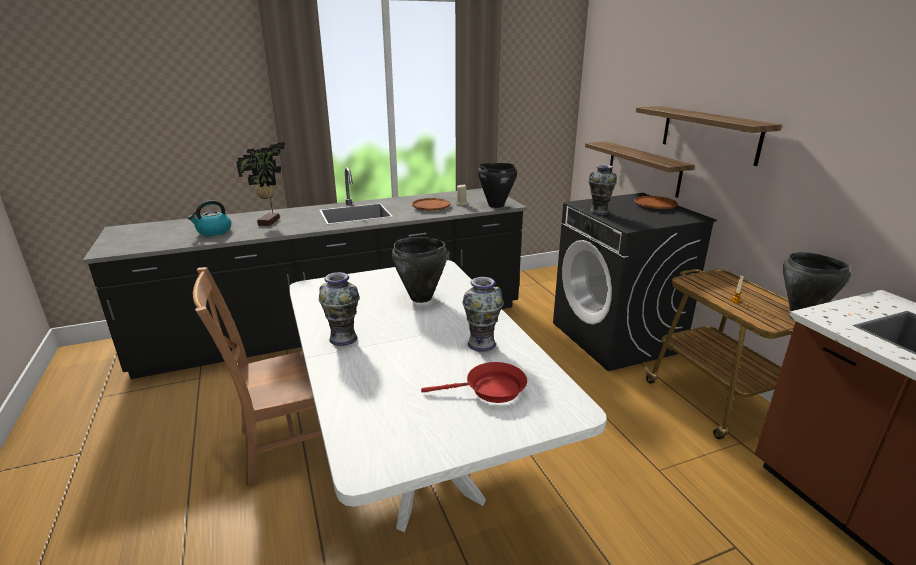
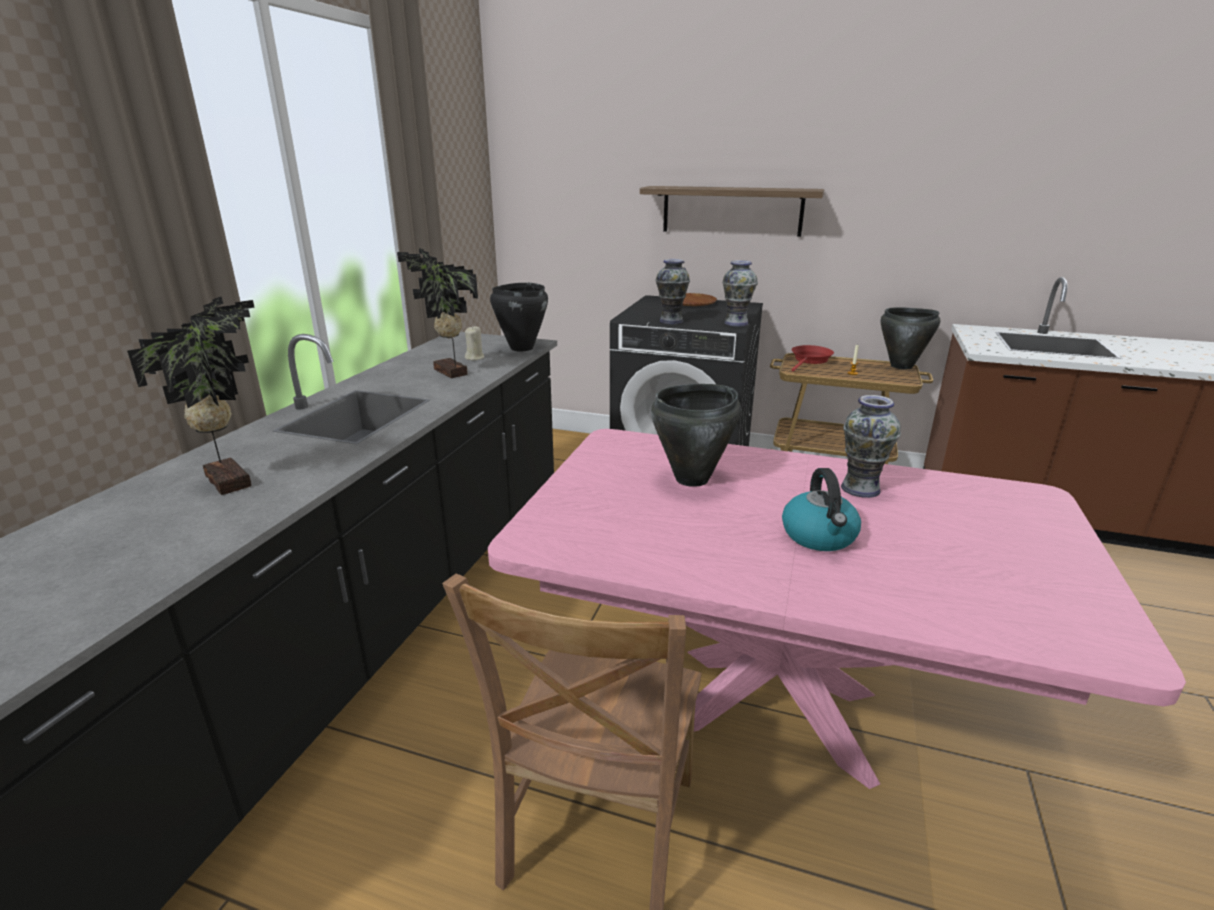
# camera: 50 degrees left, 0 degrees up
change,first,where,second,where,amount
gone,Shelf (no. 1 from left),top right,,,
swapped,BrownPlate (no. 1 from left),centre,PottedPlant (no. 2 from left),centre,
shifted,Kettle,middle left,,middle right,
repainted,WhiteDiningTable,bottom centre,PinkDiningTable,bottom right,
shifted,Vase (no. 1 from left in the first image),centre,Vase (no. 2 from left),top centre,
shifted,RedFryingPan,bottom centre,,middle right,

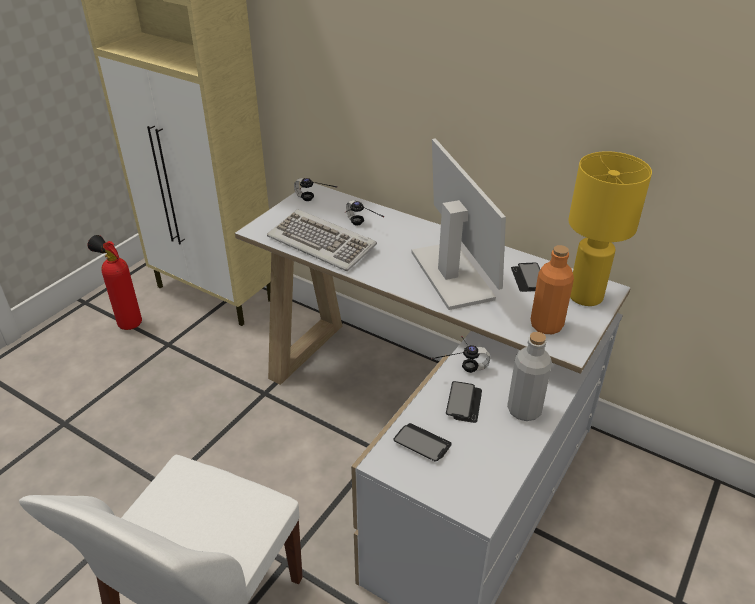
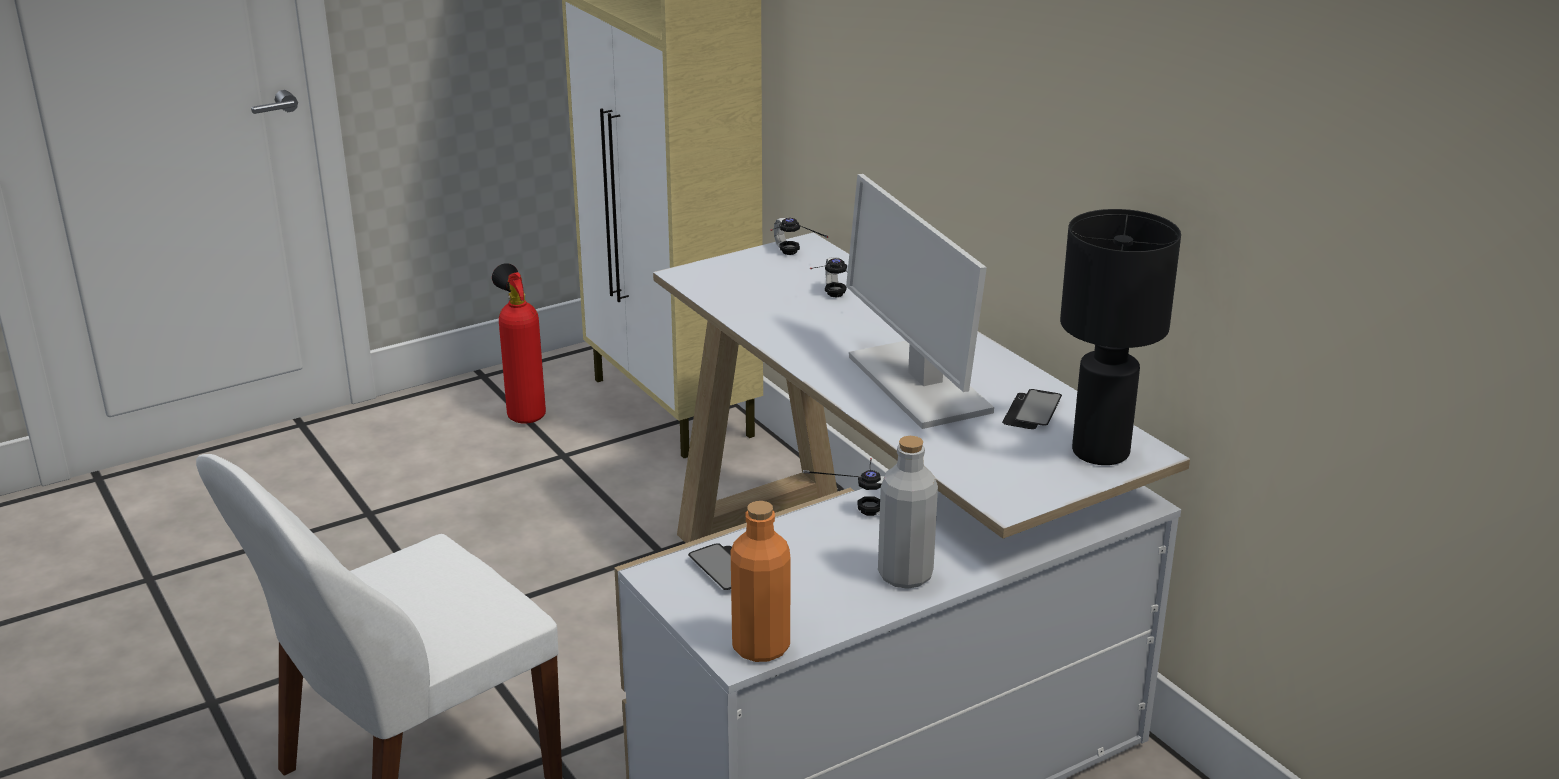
# camera: 25 degrees right, 10 degrees down
change,first,where,second,where,amount
rotated,Monitor,centre,,centre,150 degrees clockwise
repainted,YellowTableLamp,middle right,BlackTableLamp,middle right,
gone,Keyboard,centre,,,
shifted,OrangeBottle,middle right,,bottom centre,
gone,Phone (no. 2 from left),centre,,,

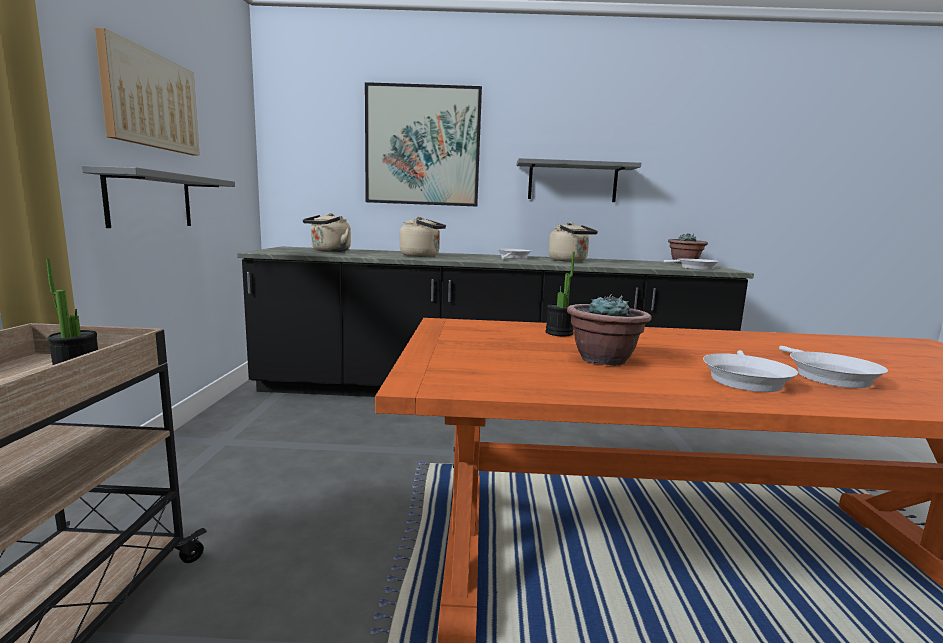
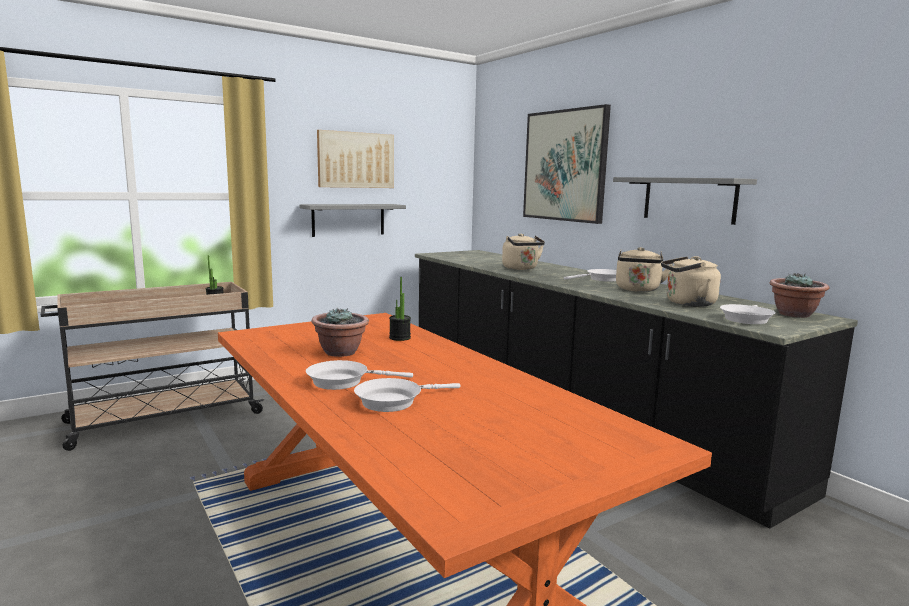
# camera: 55 degrees right, 0 degrees up
change,first,where,second,where,amount
shifted,BeigeKettle (no. 1 from left in the first image),centre,BeigeKettle (no. 3 from left),middle right,

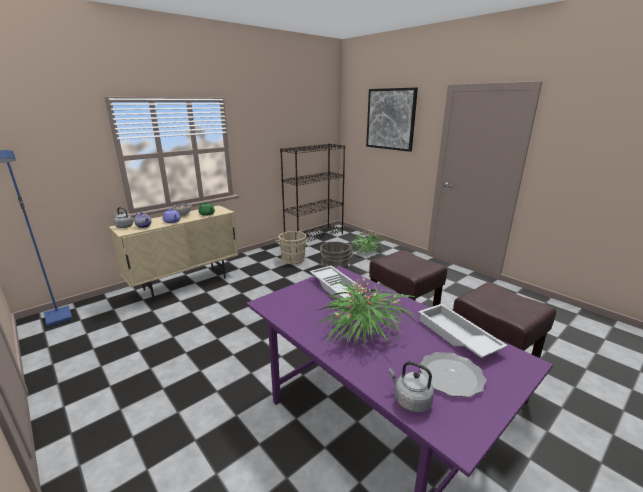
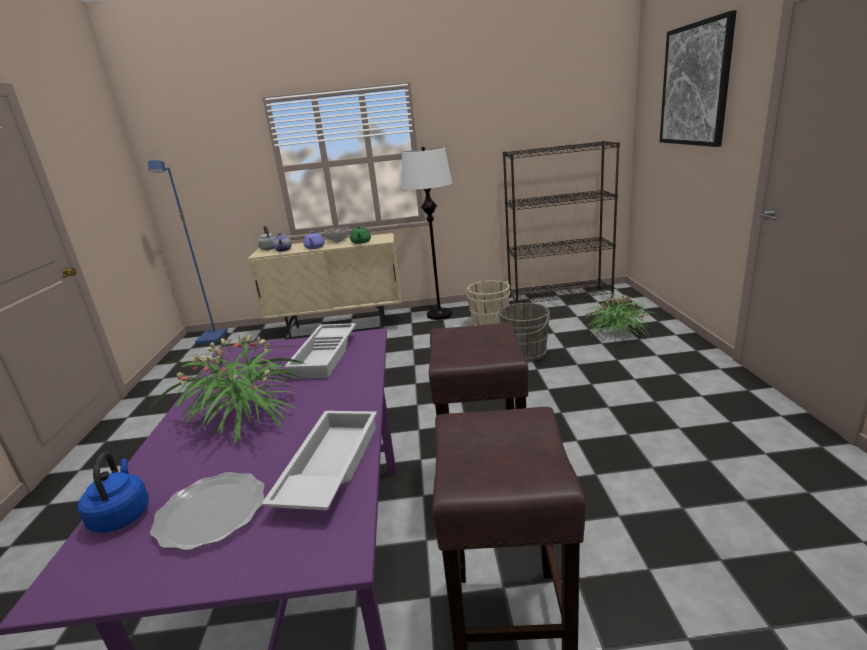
# camera: 40 degrees right, 0 degrees up
change,first,where,second,where,amount
repainted,GreyKettle (no. 2 from left),bottom centre,BlueKettle,bottom left,
new,,,WhiteFloorLamp,centre,

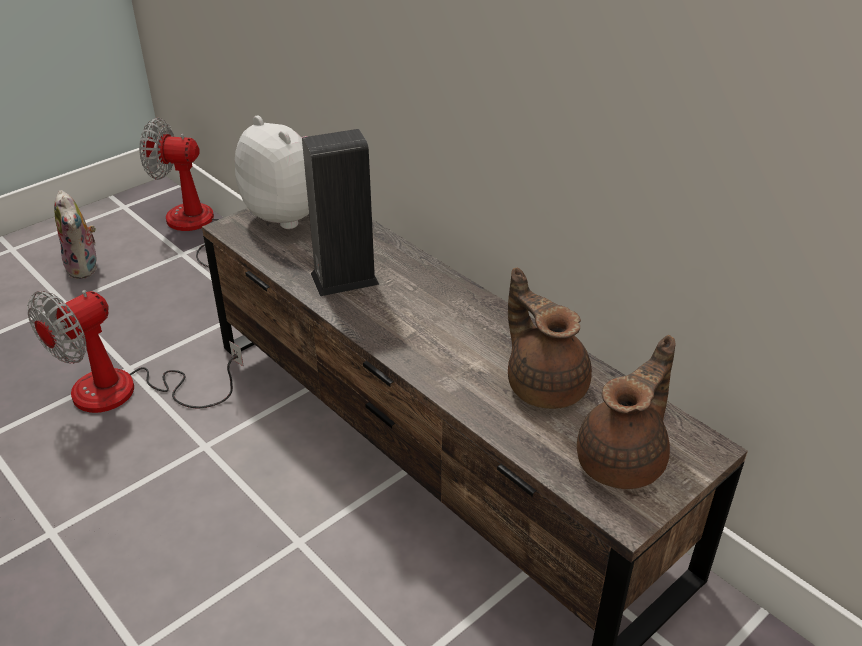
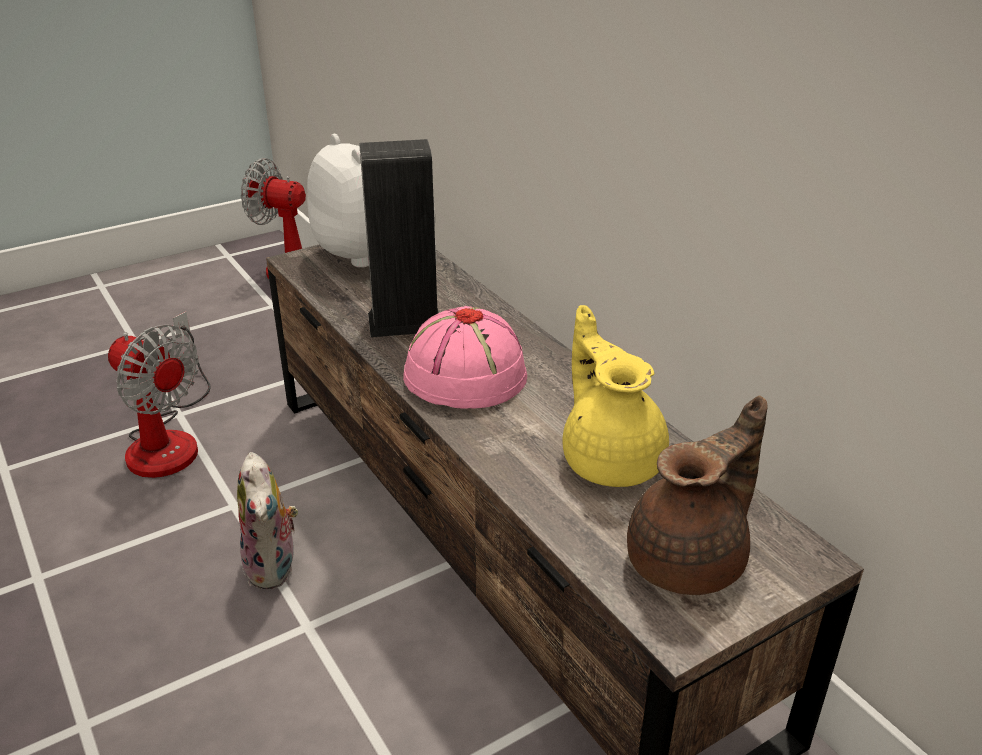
# camera: 10 degrees right, 5 degrees down
change,first,where,second,where,amount
shifted,PlushToy (no. 1 from left),middle left,,bottom left,
repainted,BrownTeapot (no. 1 from left),centre,YellowTeapot,centre,
rotated,Fan (no. 1 from left),middle left,,middle left,105 degrees counterclockwise
new,,,PinkHat,centre,

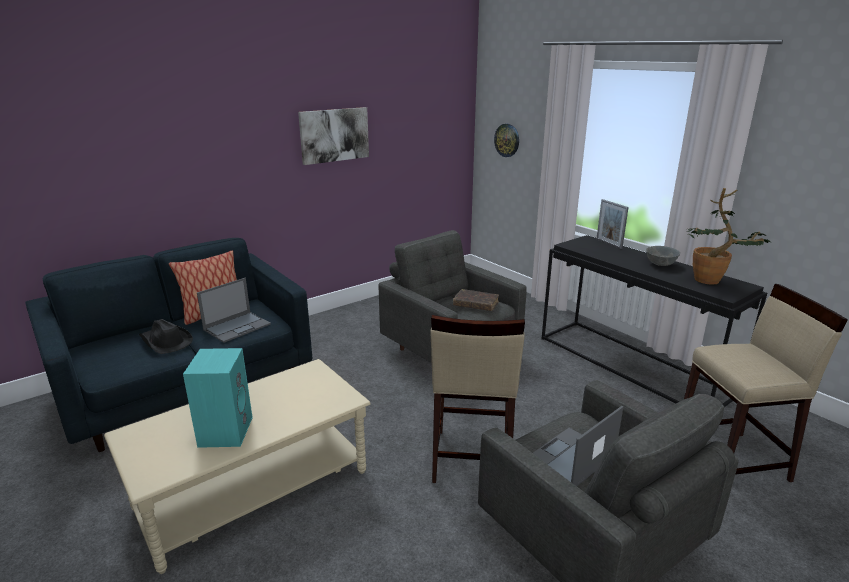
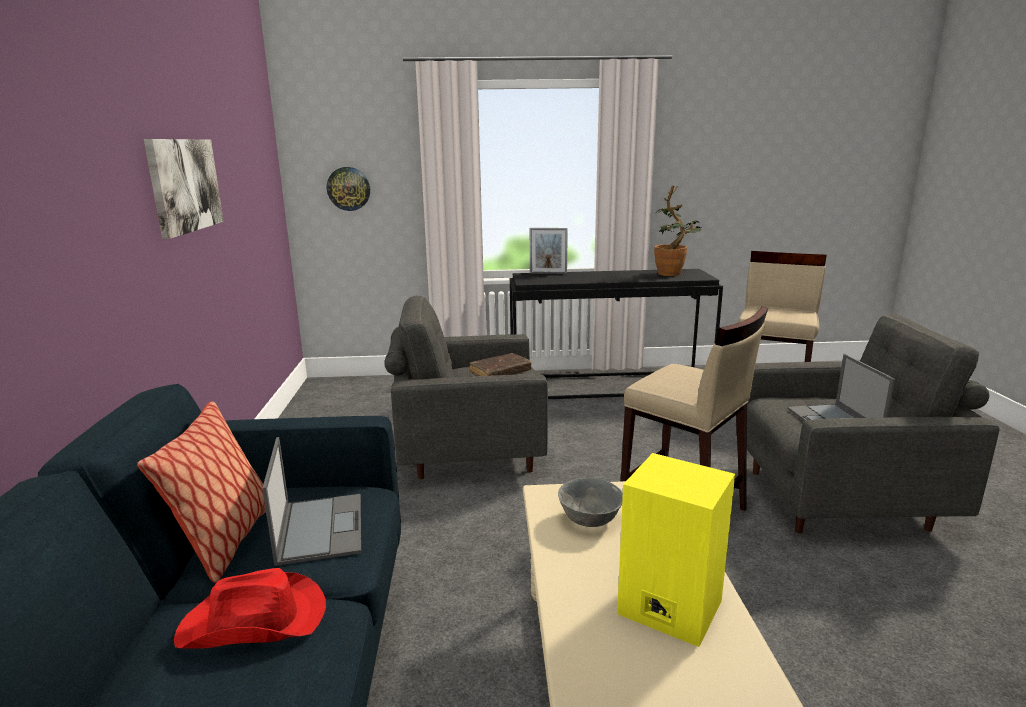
# camera: 55 degrees left, 5 degrees down
change,first,where,second,where,amount
shifted,GreyBowl,middle right,,bottom centre,
repainted,BlackHat,middle left,RedHat,bottom left,
repainted,TurquoiseSpeaker,bottom left,YellowSpeaker,bottom centre,

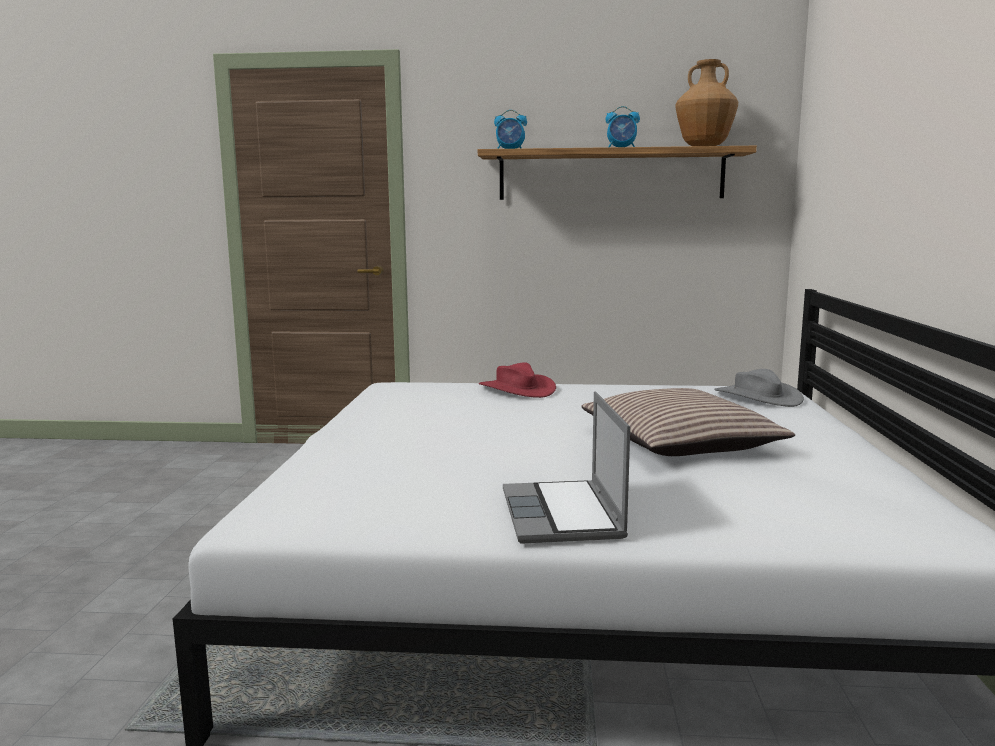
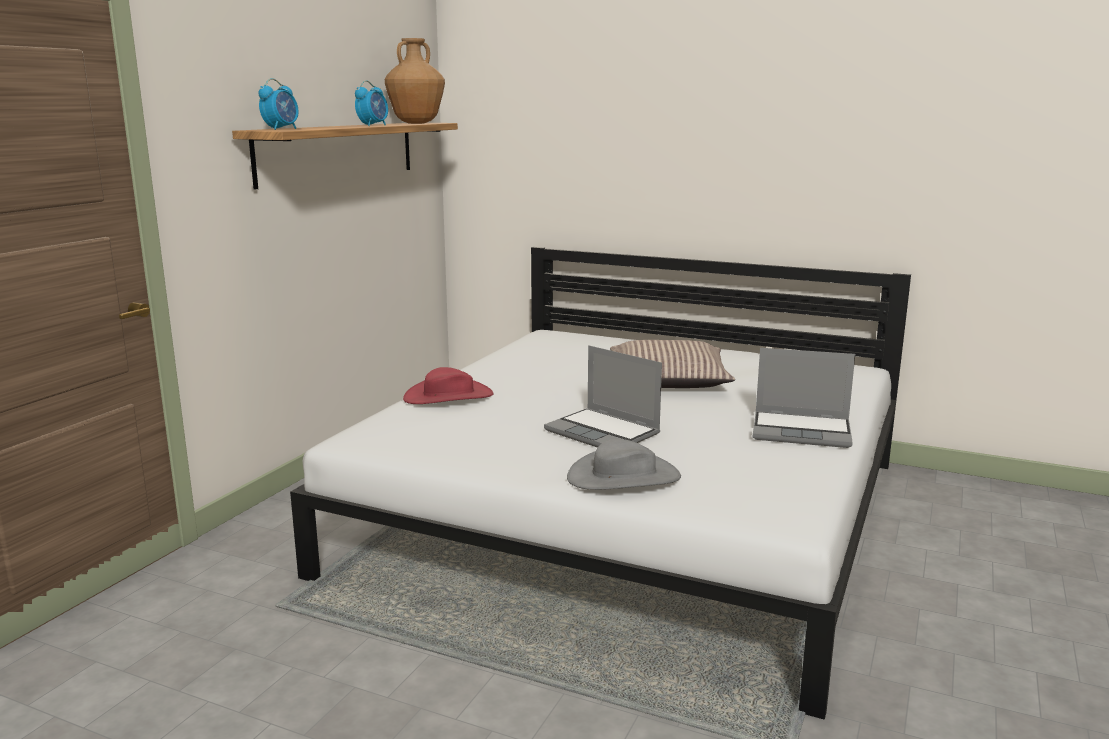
# camera: 70 degrees left, 5 degrees up
change,first,where,second,where,amount
shifted,GreyHat,middle right,,centre,
new,,,Laptop (no. 1 from left),centre,

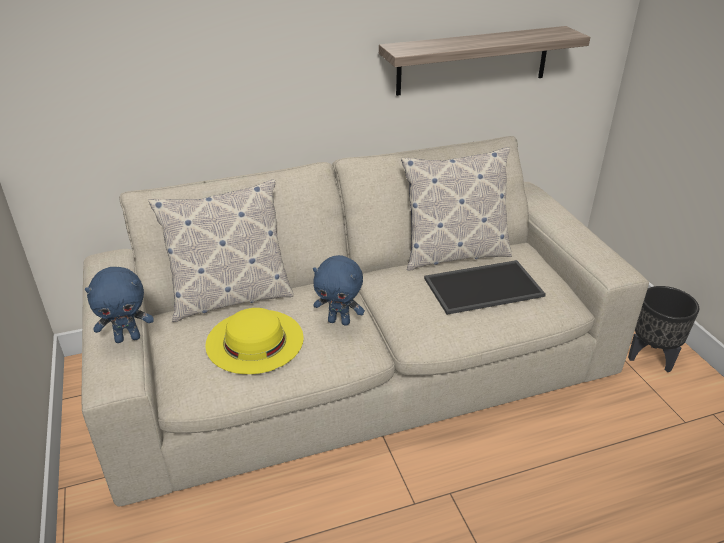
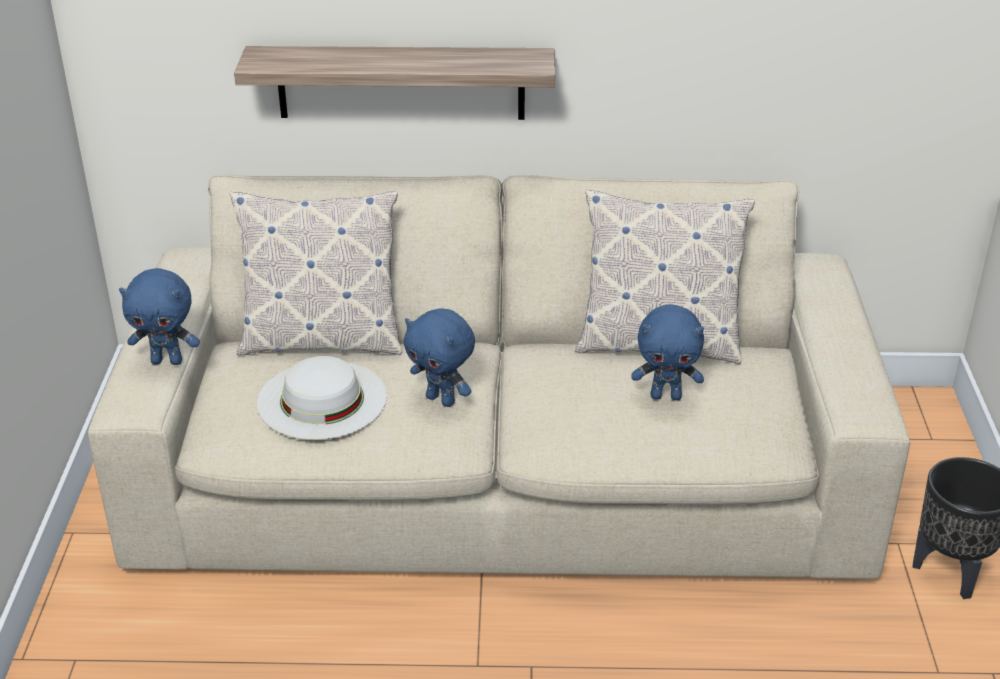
# camera: 20 degrees right, 0 degrees up
change,first,where,second,where,amount
shifted,Shelf,top right,,top centre,
swapped,Tray,middle right,BluePlushToy (no. 3 from left),middle right,
repainted,YellowHat,centre,WhiteHat,middle left,

